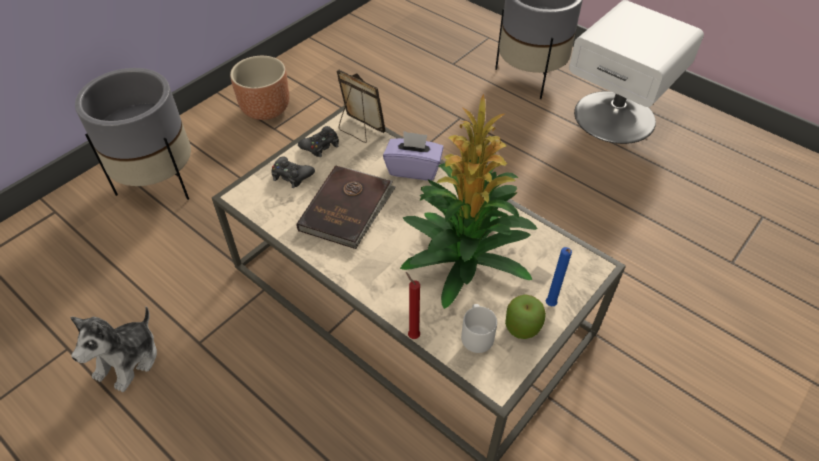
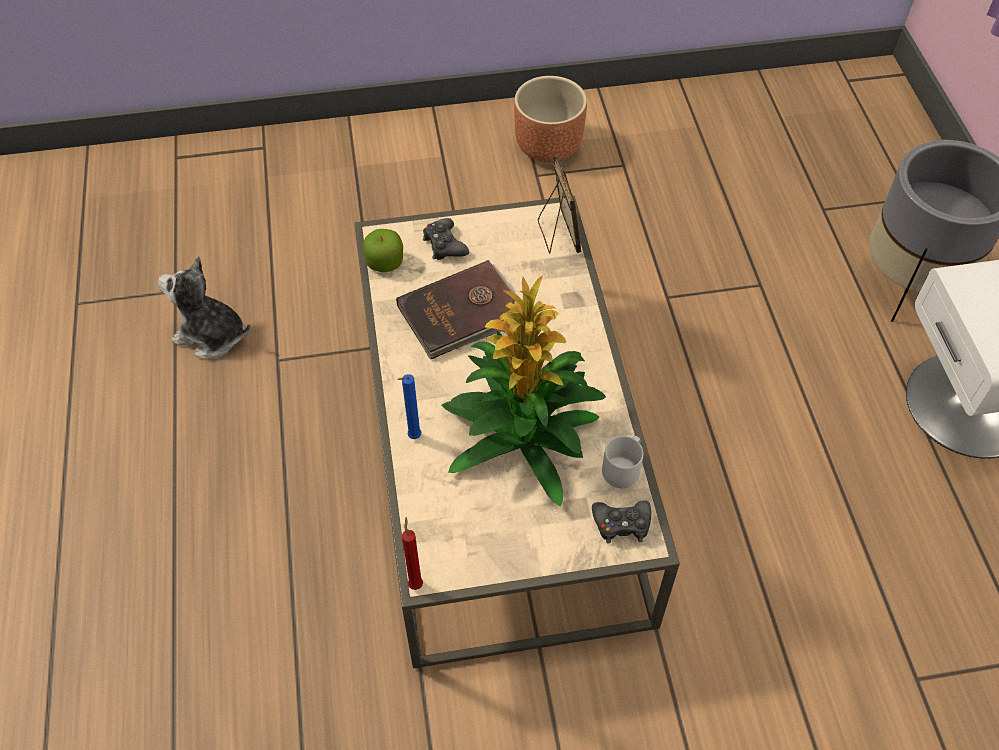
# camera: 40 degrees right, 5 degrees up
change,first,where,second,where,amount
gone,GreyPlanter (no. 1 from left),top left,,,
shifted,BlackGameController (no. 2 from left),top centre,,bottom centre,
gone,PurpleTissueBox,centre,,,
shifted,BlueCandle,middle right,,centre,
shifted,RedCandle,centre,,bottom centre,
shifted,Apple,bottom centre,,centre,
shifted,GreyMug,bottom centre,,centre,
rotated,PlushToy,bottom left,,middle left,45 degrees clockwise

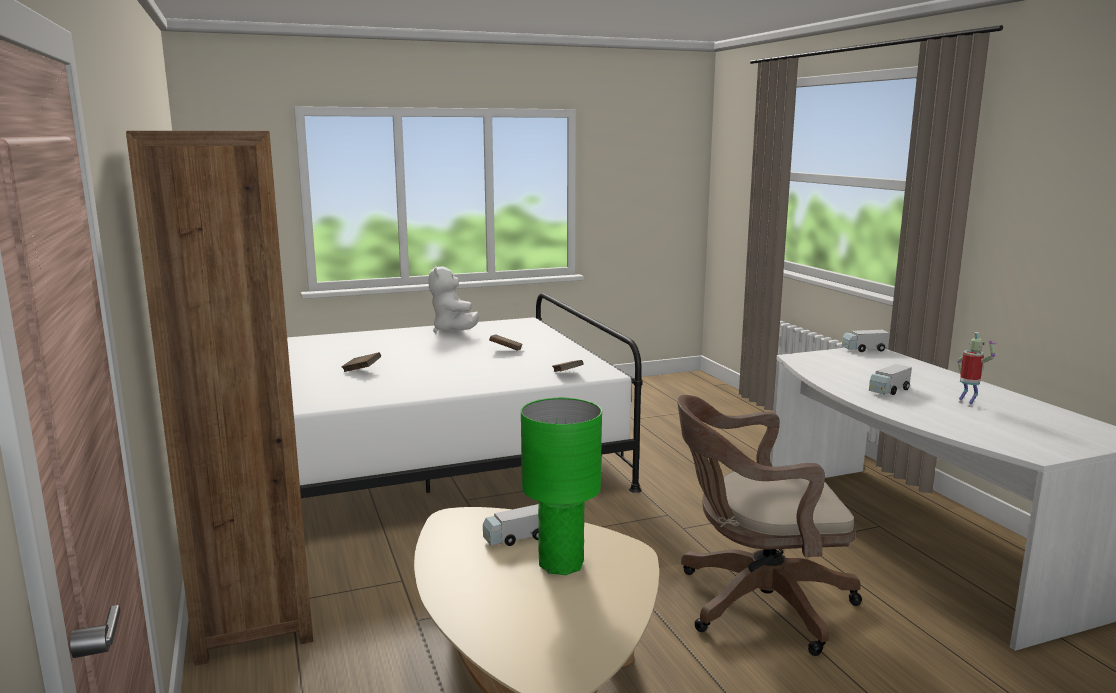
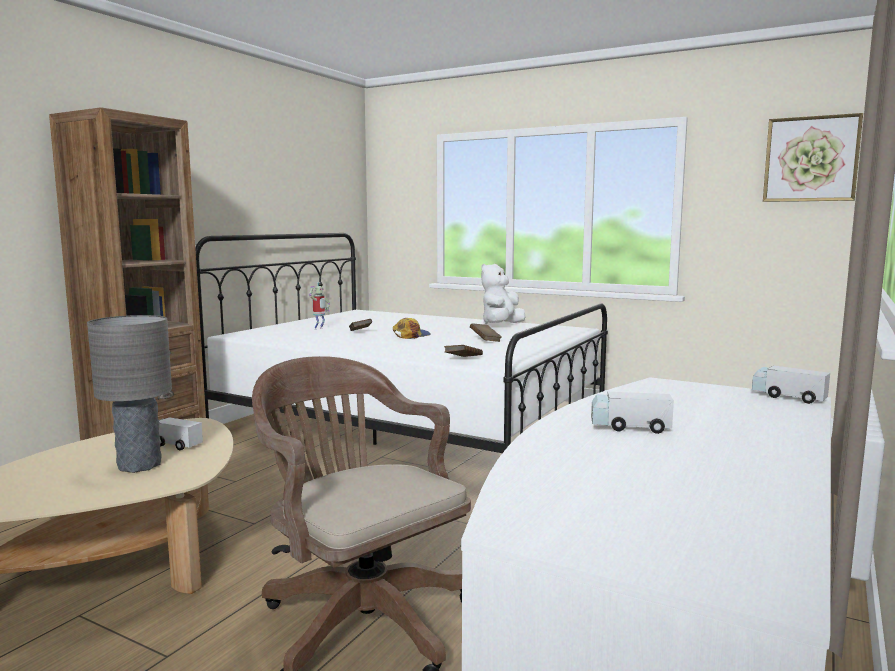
# camera: 50 degrees right, 5 degrees down
change,first,where,second,where,amount
shifted,ToyRobot,middle right,,centre,
repainted,GreenTableLamp,bottom centre,GreyTableLamp,middle left,
new,,,Picture,top right,
new,,,Cap,centre,

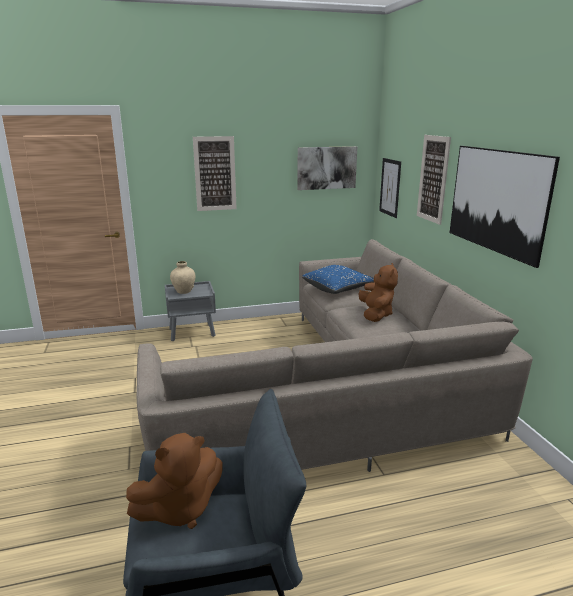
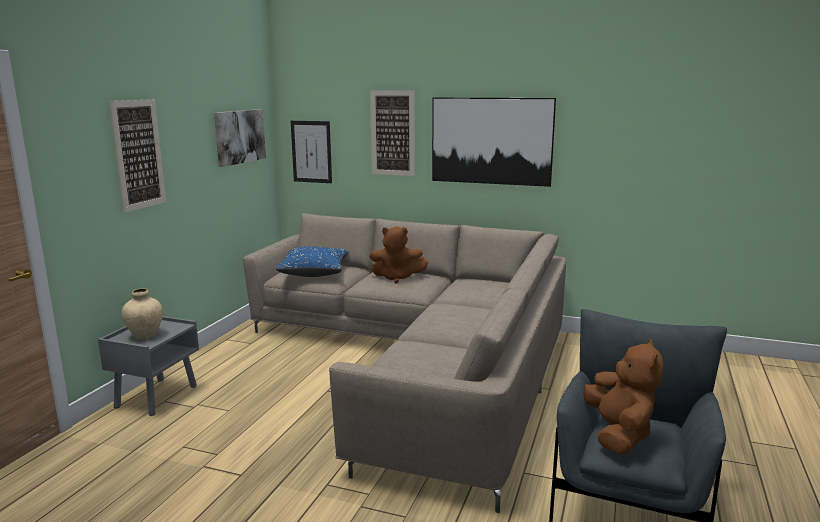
# camera: 55 degrees left, 5 degrees down
change,first,where,second,where,amount
rotated,BrownPlushToy (no. 2 from left in the first image),centre,BrownPlushToy (no. 1 from left),centre,150 degrees clockwise

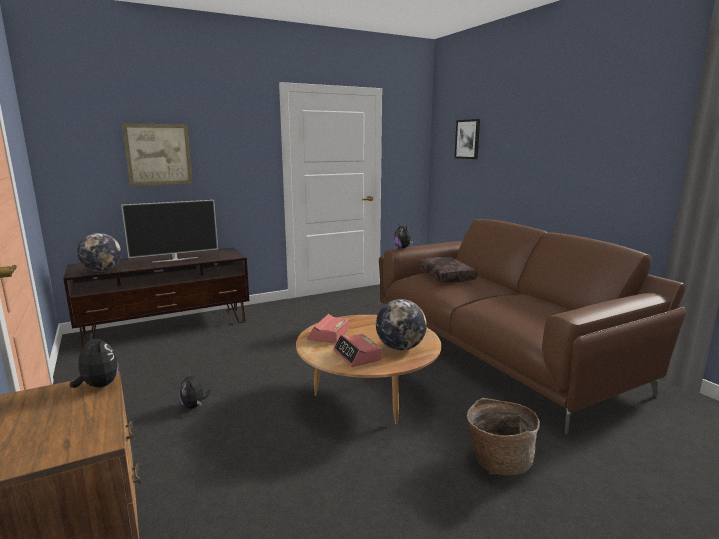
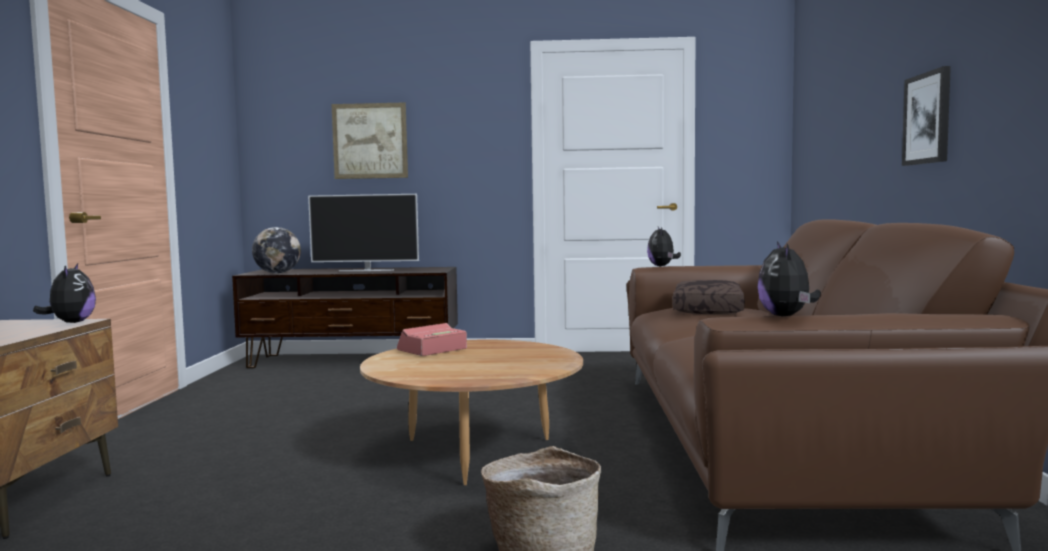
# camera: 30 degrees right, 10 degrees down
change,first,where,second,where,amount
shifted,Picture (no. 2 from left),top centre,,top right,
gone,Globe (no. 2 from left),centre,,,
gone,AlarmClock (no. 2 from left),centre,,,
shifted,PlushToy (no. 2 from left in the first image),bottom left,PlushToy (no. 3 from left),middle right,

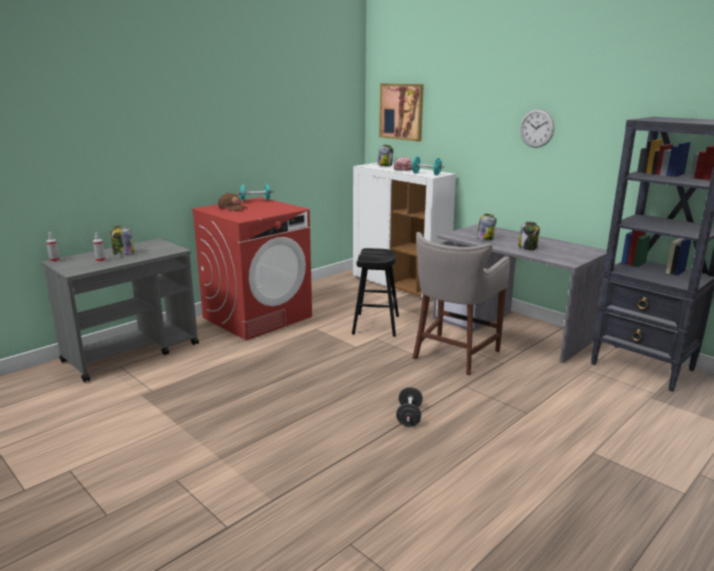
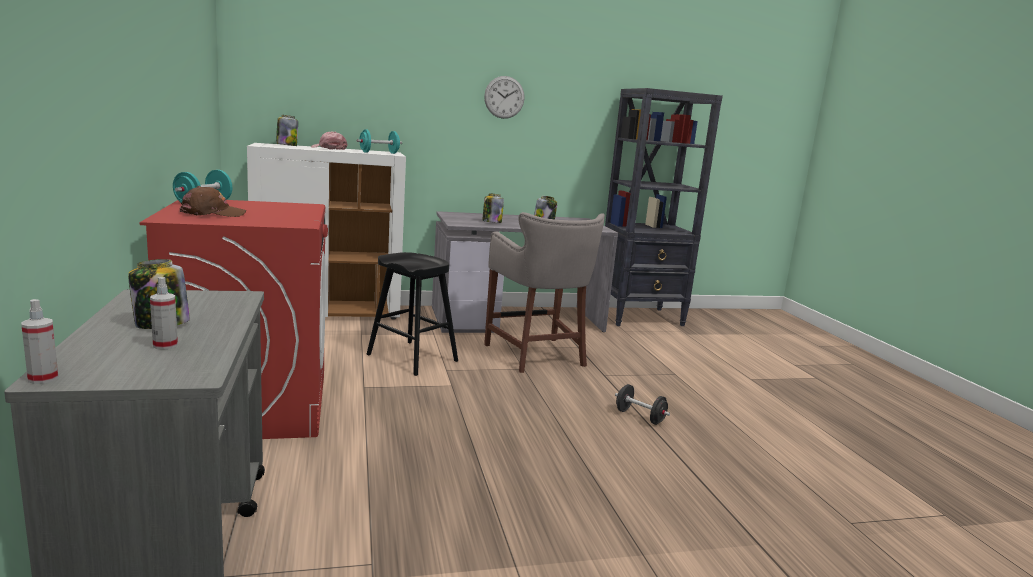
# camera: 60 degrees left, 5 degrees down
change,first,where,second,where,amount
gone,Picture,top centre,,,

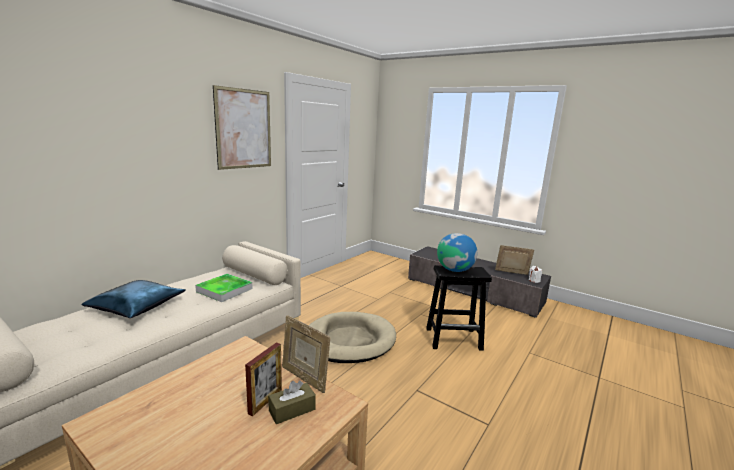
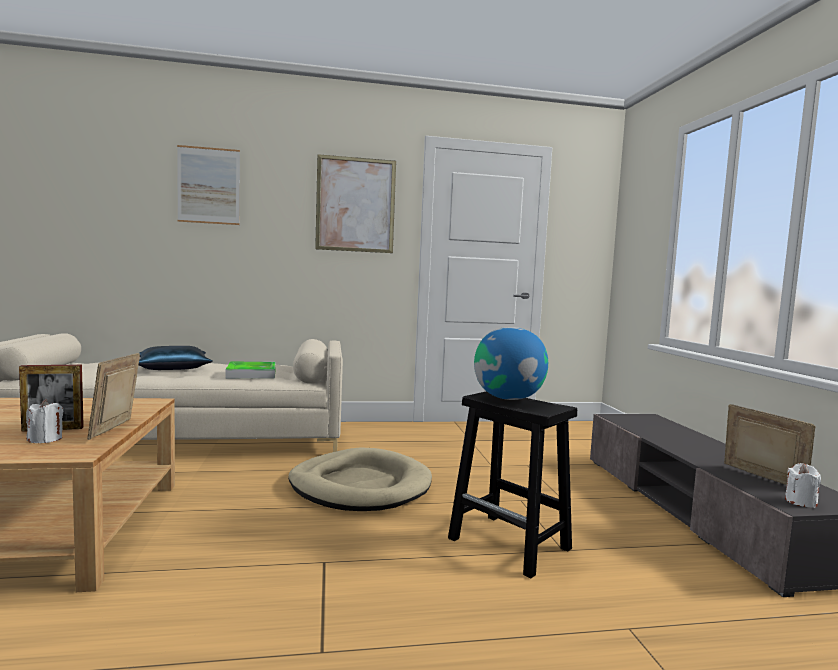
# camera: 45 degrees right, 10 degrees down
change,first,where,second,where,amount
swapped,BrownTissueBox,bottom centre,WhiteCandle (no. 1 from left),middle left,
new,,,Picture (no. 1 from left),top left,

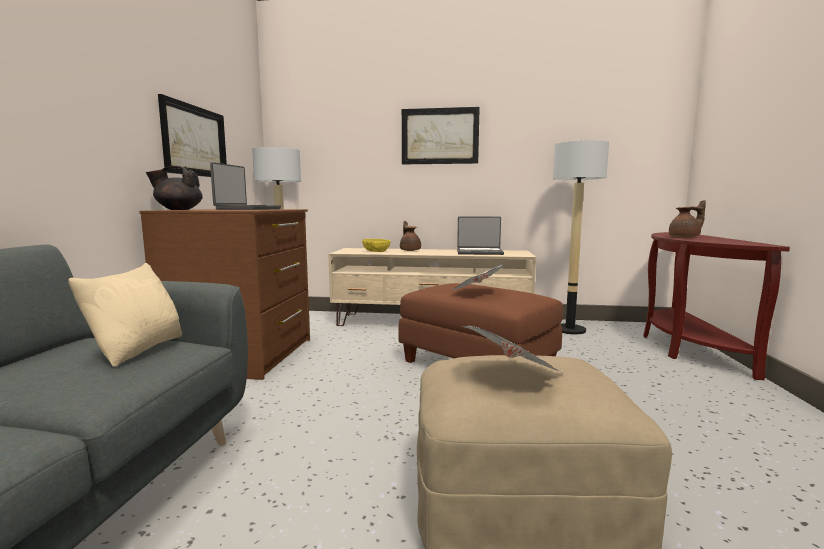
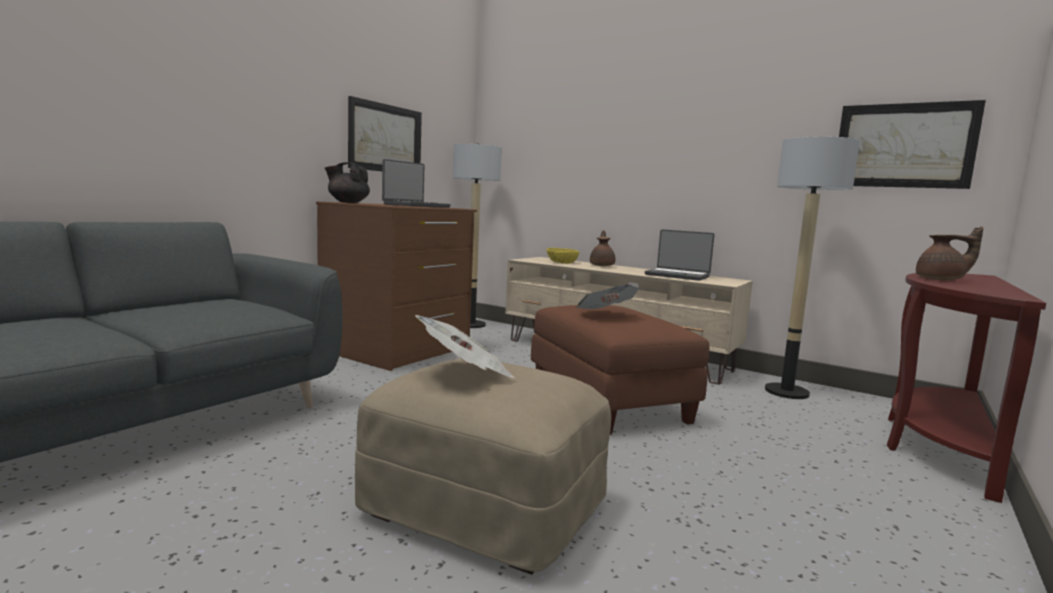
# camera: 25 degrees right, 0 degrees up
change,first,where,second,where,amount
shifted,Picture (no. 2 from left),top centre,,top right,
gone,BeigePillow,middle left,,,

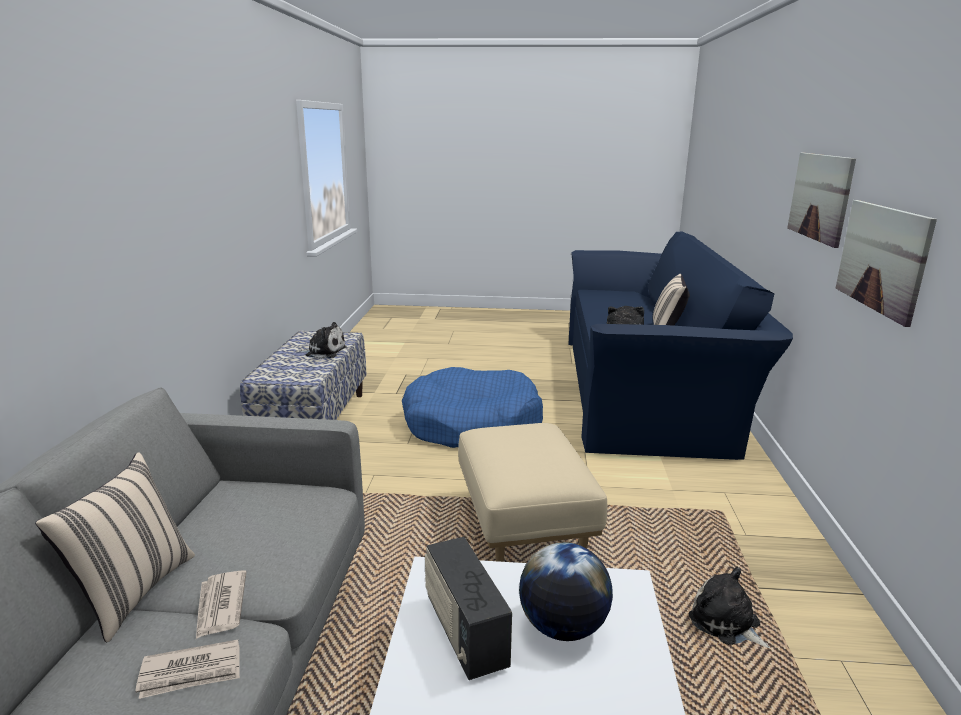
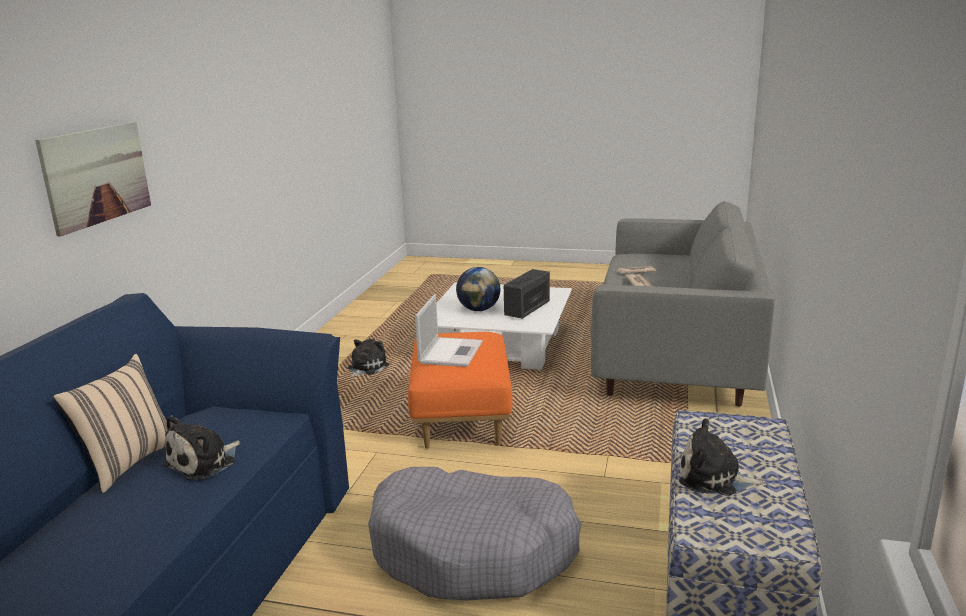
# camera: 170 degrees left, 0 degrees up
change,first,where,second,where,amount
gone,Picture (no. 2 from left),middle right,,,
repainted,BlueDogBed,centre,GreyDogBed,bottom centre,
repainted,BeigeOttoman,bottom centre,OrangeOttoman,centre,
gone,BeigePillow (no. 1 from left),bottom left,,,
rotated,Radio,bottom centre,,centre,135 degrees counterclockwise
rotated,PlushToy (no. 3 from left in the first image),bottom right,PlushToy (no. 2 from left),centre,120 degrees counterclockwise
new,,,Laptop,centre,

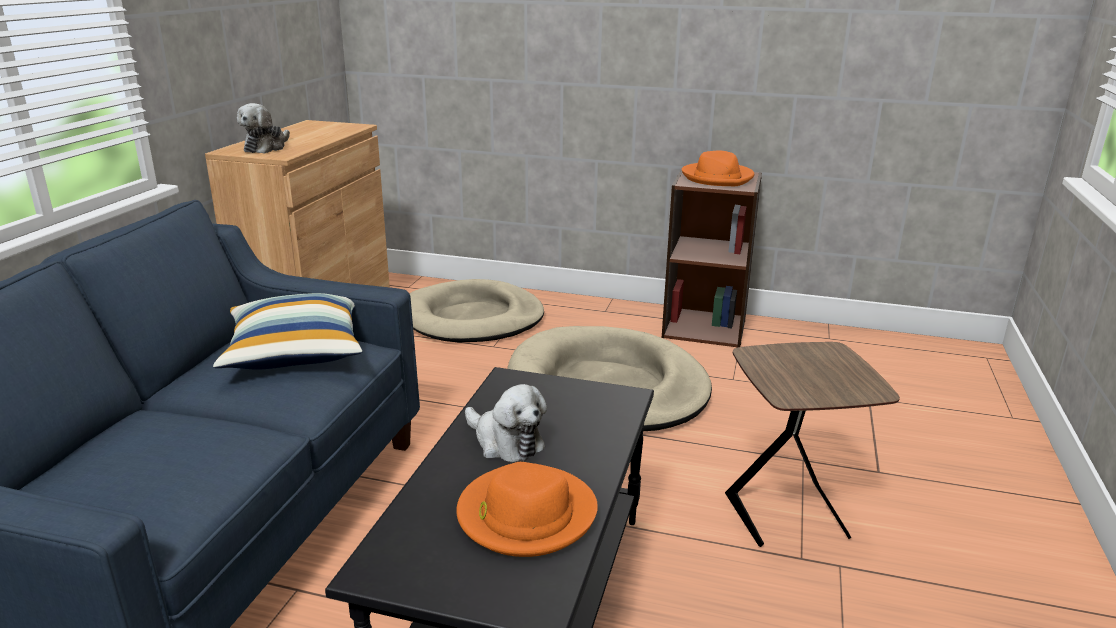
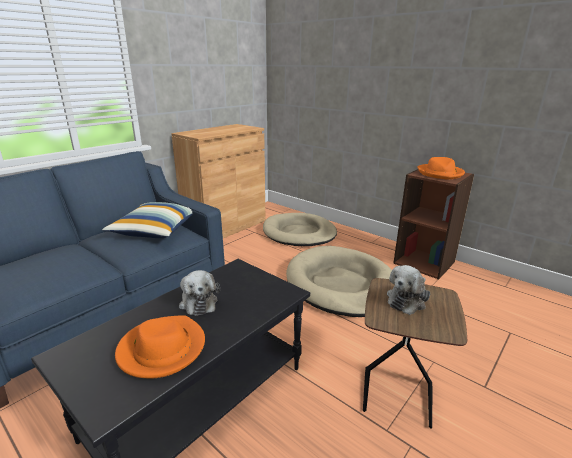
# camera: 25 degrees right, 0 degrees up
change,first,where,second,where,amount
shifted,PlushToy (no. 1 from left in the first image),top left,PlushToy (no. 2 from left),middle right,

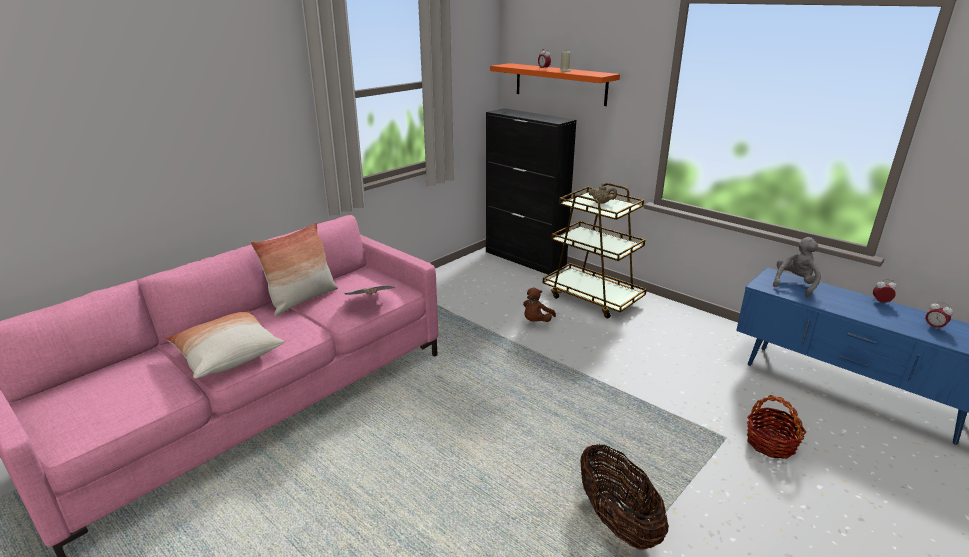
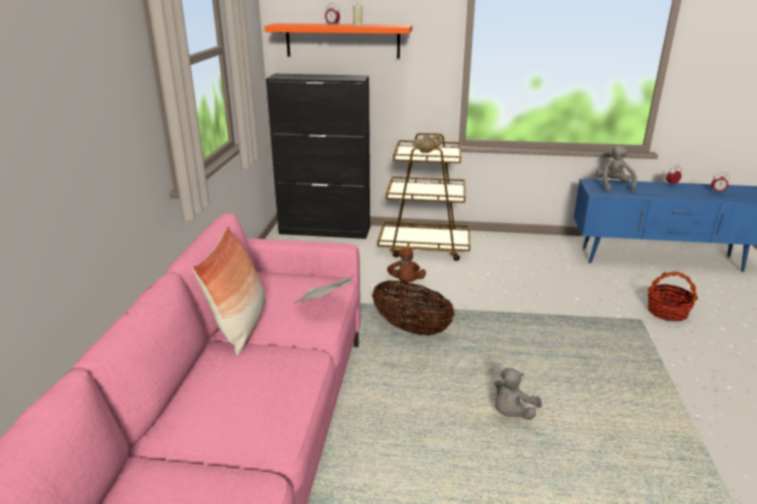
# camera: 35 degrees left, 0 degrees up
change,first,where,second,where,amount
gone,Pillow (no. 1 from left),middle left,,,
shifted,Basket (no. 1 from left),bottom centre,,centre,
new,,,GreyPlushToy (no. 1 from left),bottom right,

